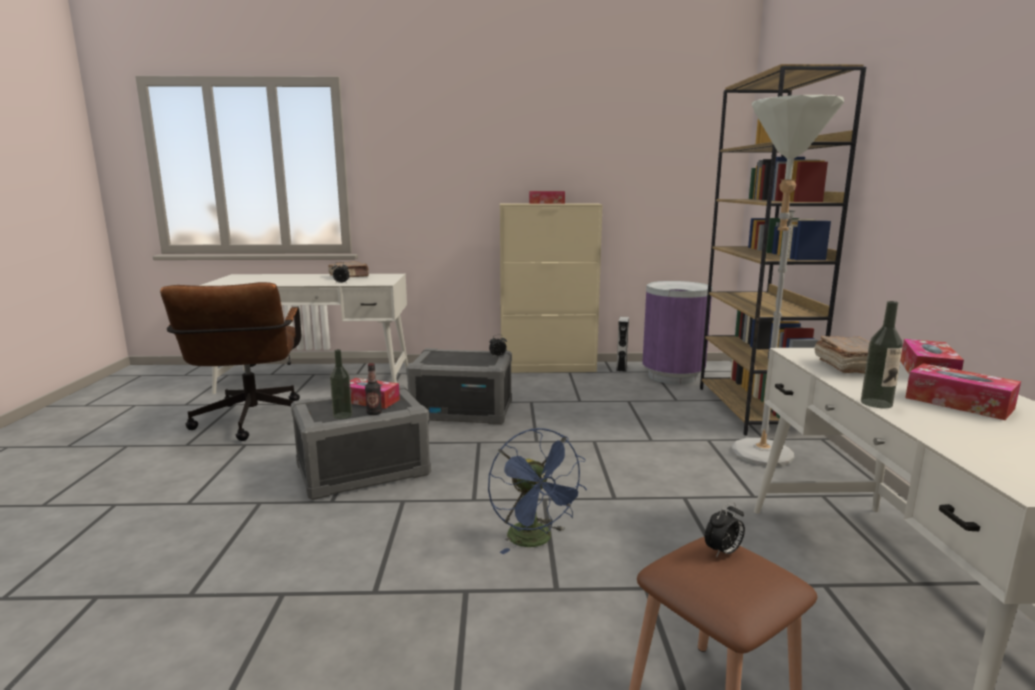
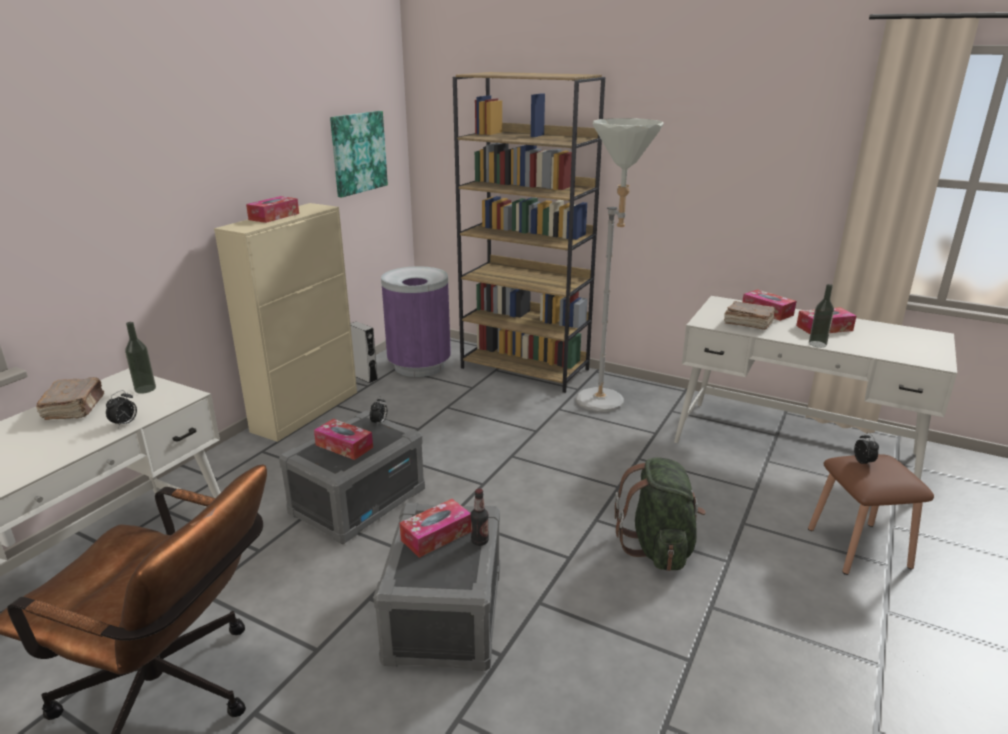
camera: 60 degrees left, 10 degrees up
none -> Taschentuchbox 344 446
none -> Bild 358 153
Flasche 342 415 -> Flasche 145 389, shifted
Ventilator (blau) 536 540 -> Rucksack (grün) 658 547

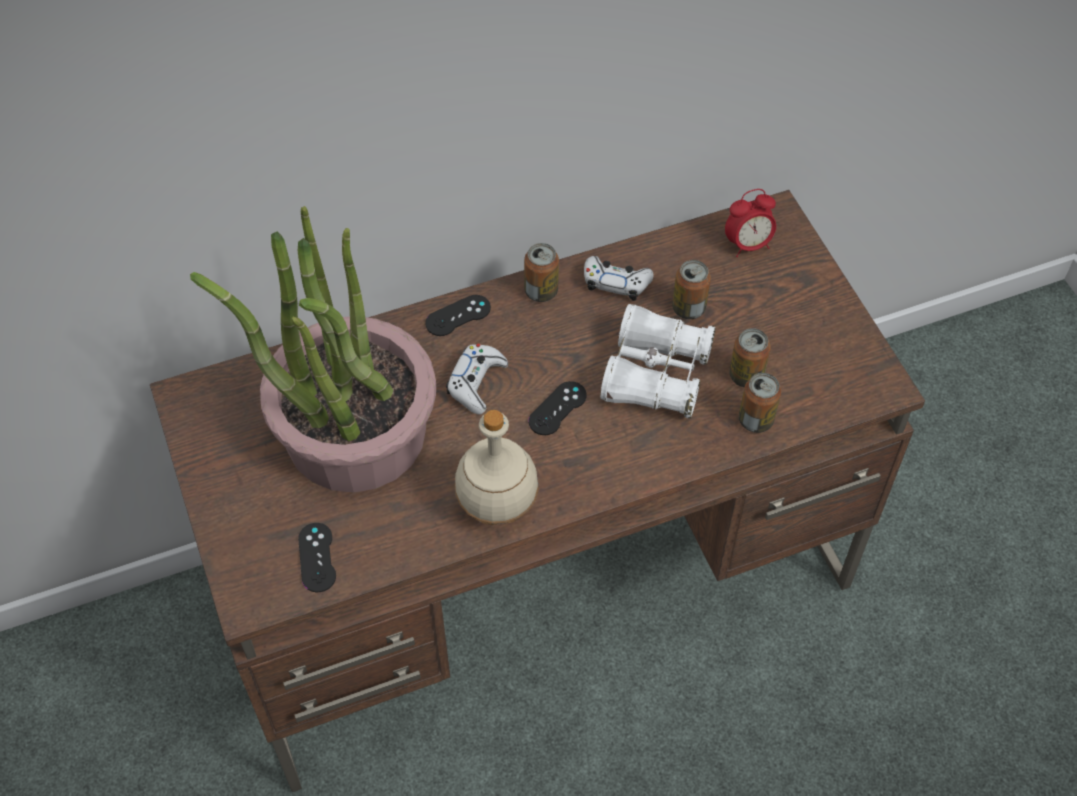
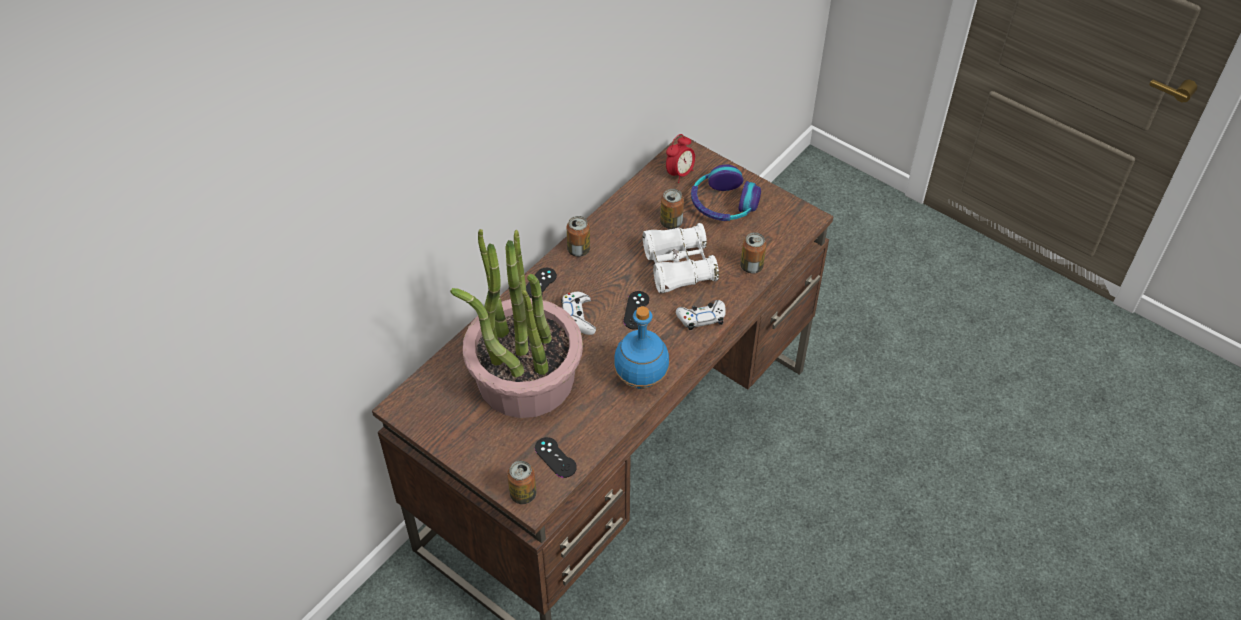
camera: 30 degrees left, 5 degrees down
none -> Kopfhörer 723 203
Gamepad (weiß) 616 282 -> Gamepad (weiß) 701 318, shifted
Dose 746 376 -> Dose 523 494, shifted
Flasche (beige) 497 508 -> Flasche (blau) 641 380

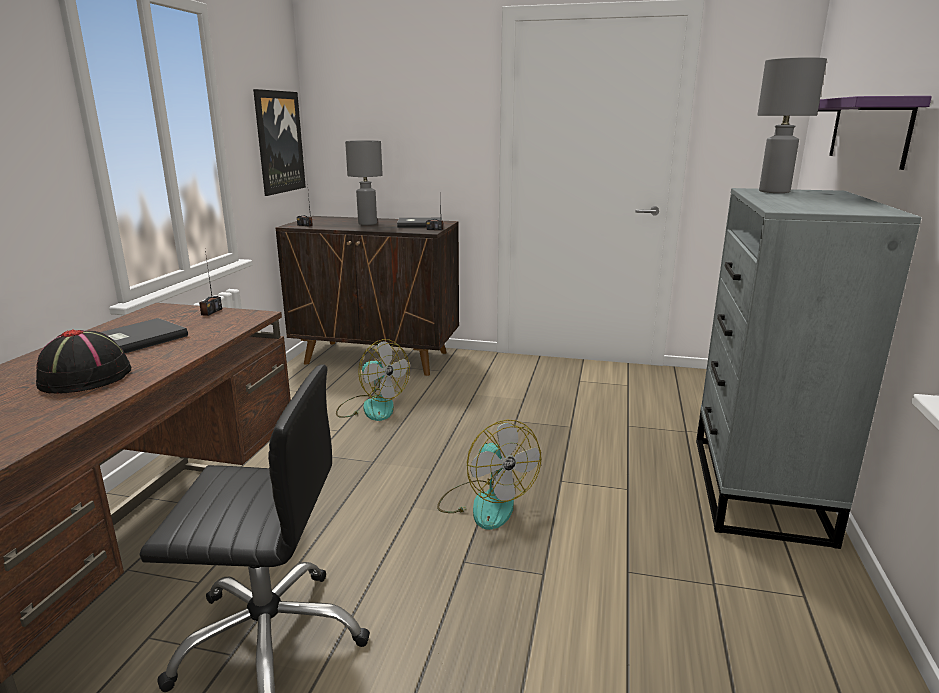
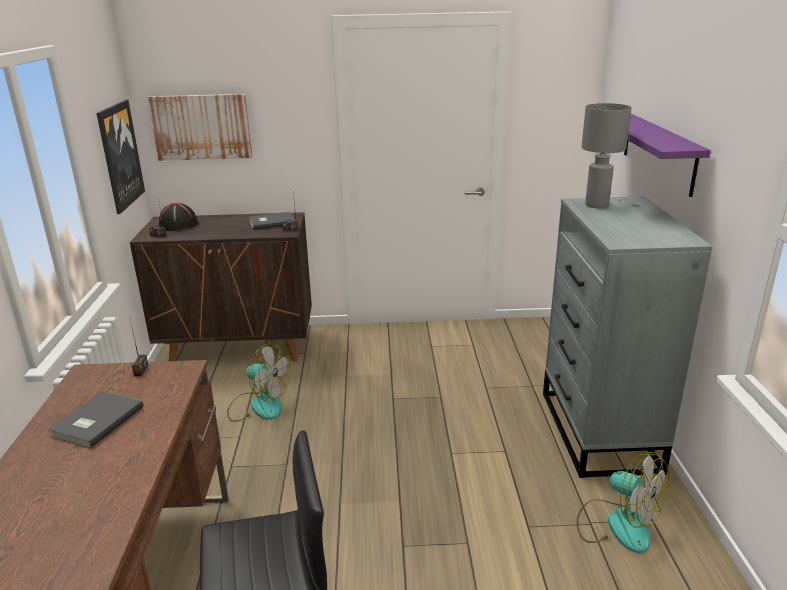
camera: 15 degrees left, 5 degrees up
Tischlampe (grau) 367 224 -> none
none -> Bild 201 127
Hut (schwarz) 86 377 -> Hut (schwarz) 179 225, shifted
Ventilator 485 503 -> Ventilator 617 524, shifted

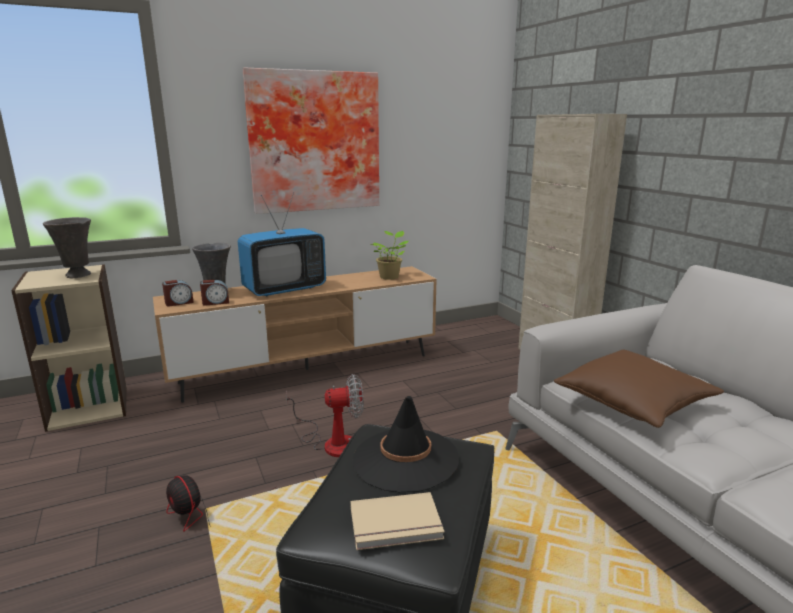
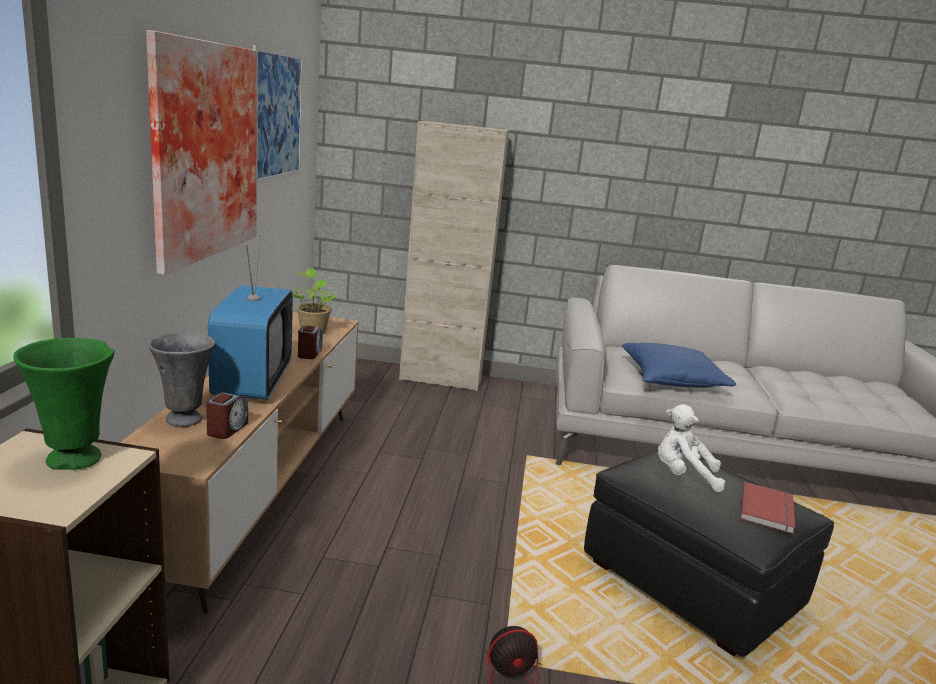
camera: 60 degrees left, 0 degrees up
Ventilator 332 442 -> none
none -> Bild 277 116
Wecker 179 303 -> Wecker 309 353, shifted
Hut (schwarz) 405 459 -> Plüschtier (weiß) 683 476
Vase (grau) 77 276 -> Vase (grün) 75 460
Buch (beige) 396 525 -> Buch (rot) 768 510
Kissen (braun) 634 403 -> Kissen (blau) 672 380

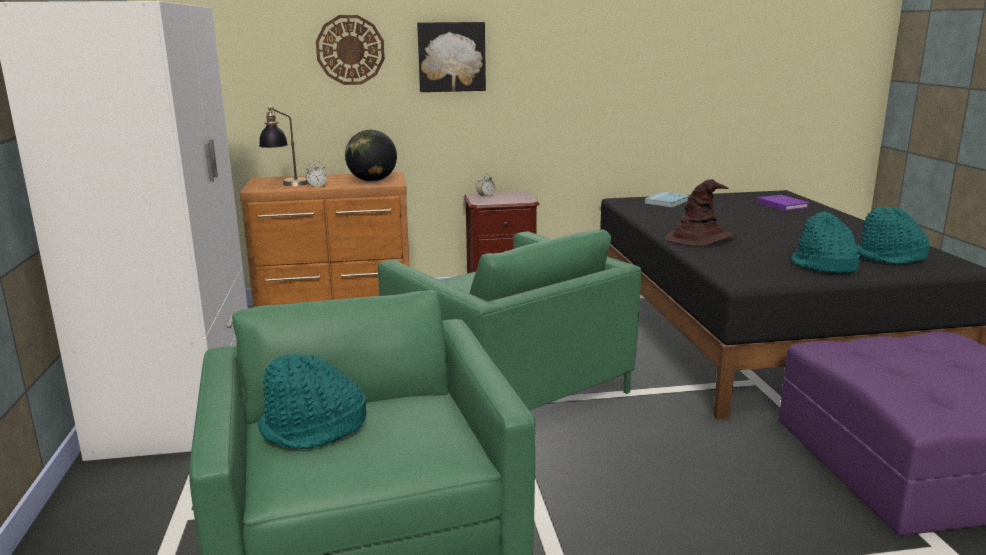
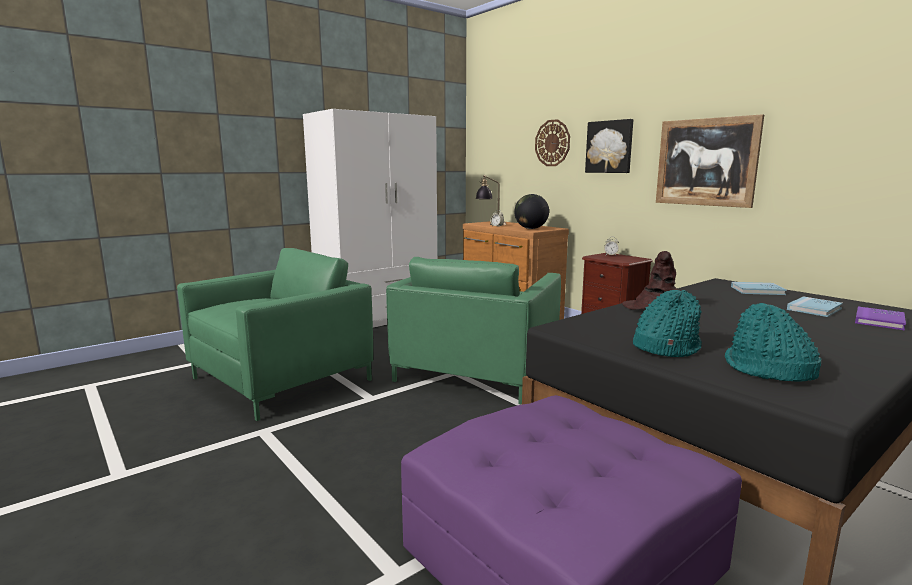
camera: 60 degrees right, 5 degrees down
Hut (türkis) 313 429 -> none
none -> Bild 706 162
none -> Buch (blau) 814 309

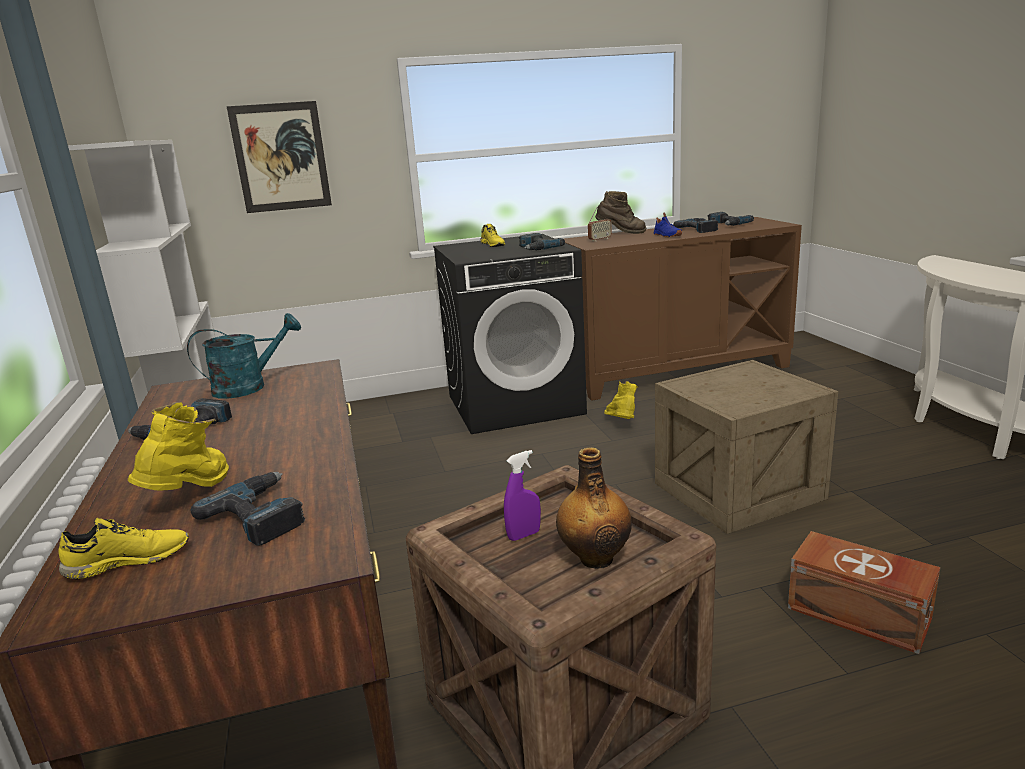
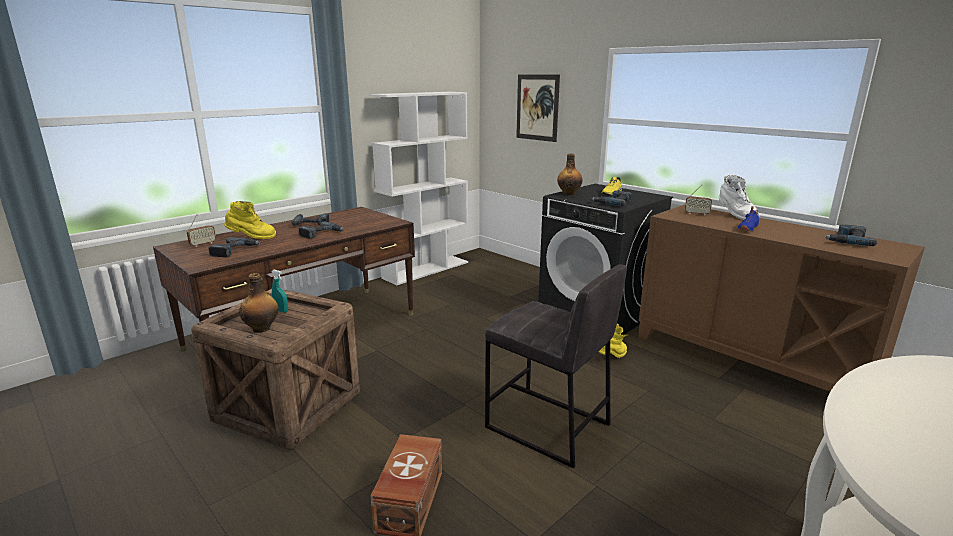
camera: 60 degrees right, 0 degrees up
Gießkanne (türkis) 249 387 -> none
none -> Flasche 569 194
Bohrmaschine 700 229 -> Bohrmaschine 322 234, shifted
Schuh (gelb) 129 560 -> Radio 203 244
Kiste 739 490 -> Hocker (grau) 548 427
Sprühflasche (lila) 524 535 -> Sprühflasche (türkis) 281 311
Stiefel (braun) 621 233 -> Stiefel (weiß) 735 215

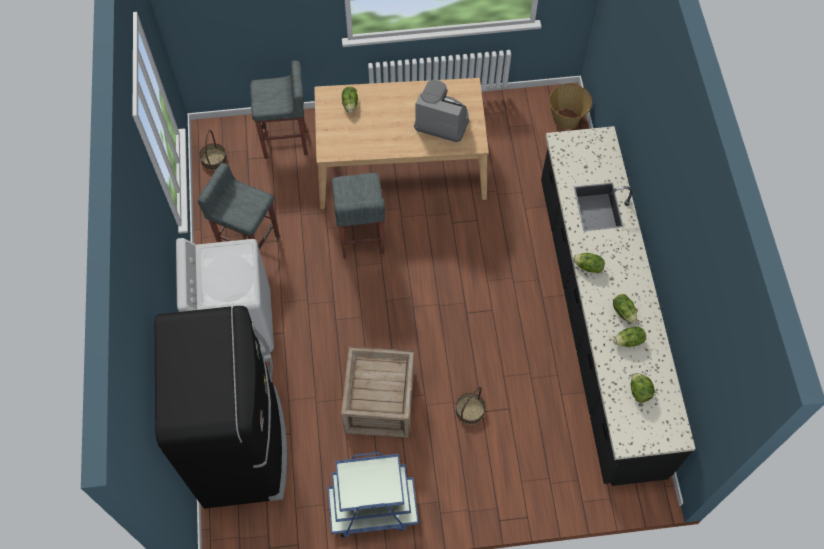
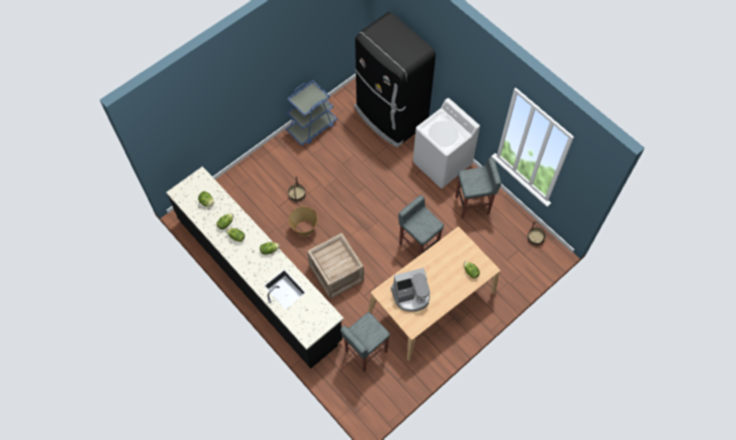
camera: 145 degrees right, 0 degrees up
Hocker (grau) 286 141 -> Hocker (grau) 365 351, shifted
Kiste 379 403 -> Kiste 336 272, shifted
Korb 566 118 -> Korb 304 228, shifted

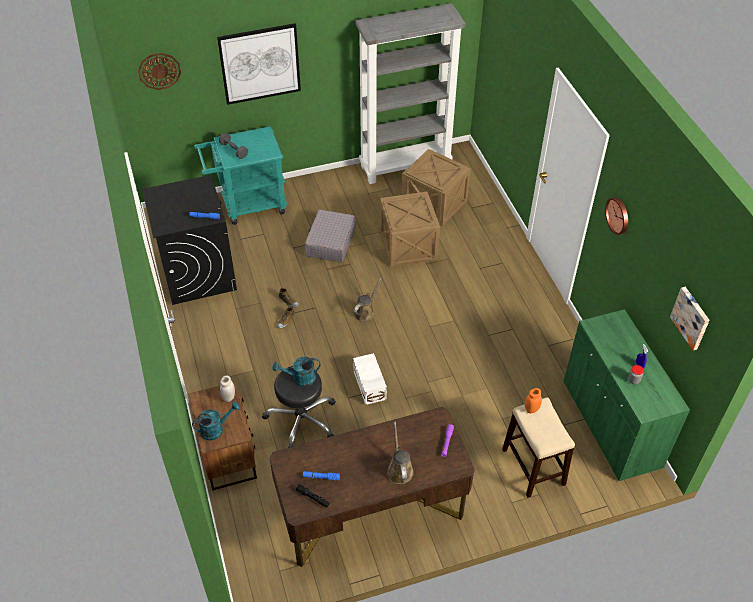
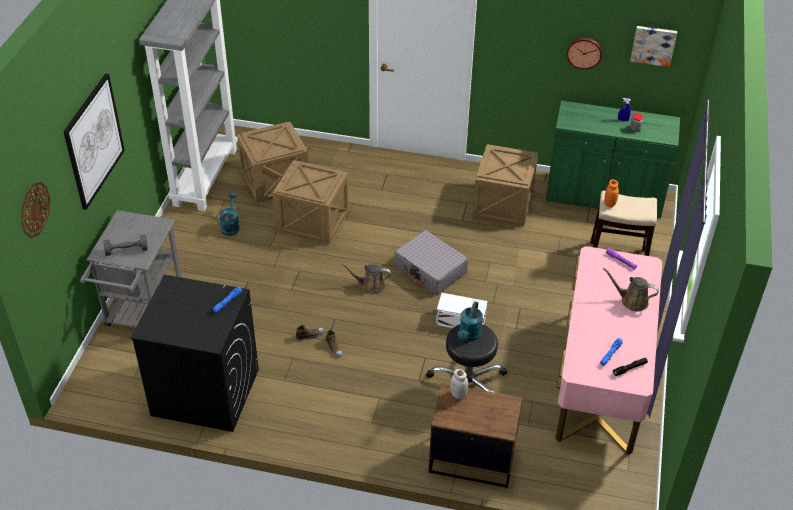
camera: 60 degrees left, 5 degrees down
none -> Kiste 503 204
Gießkanne (türkis) 216 429 -> Gießkanne (türkis) 230 226, shifted
Koffer (grau) 330 242 -> Koffer (grau) 430 270, shifted
Wanduhr 618 215 -> Wanduhr 584 52, shifted
Rollwagen (türkis) 247 205 -> Rollwagen (grau) 142 313
Schreibtisch (braun) 371 511 -> Schreibtisch (rosa) 600 379
Gießkanne (braun) 365 312 -> Gießkanne (braun) 370 286, 60 degrees counterclockwise

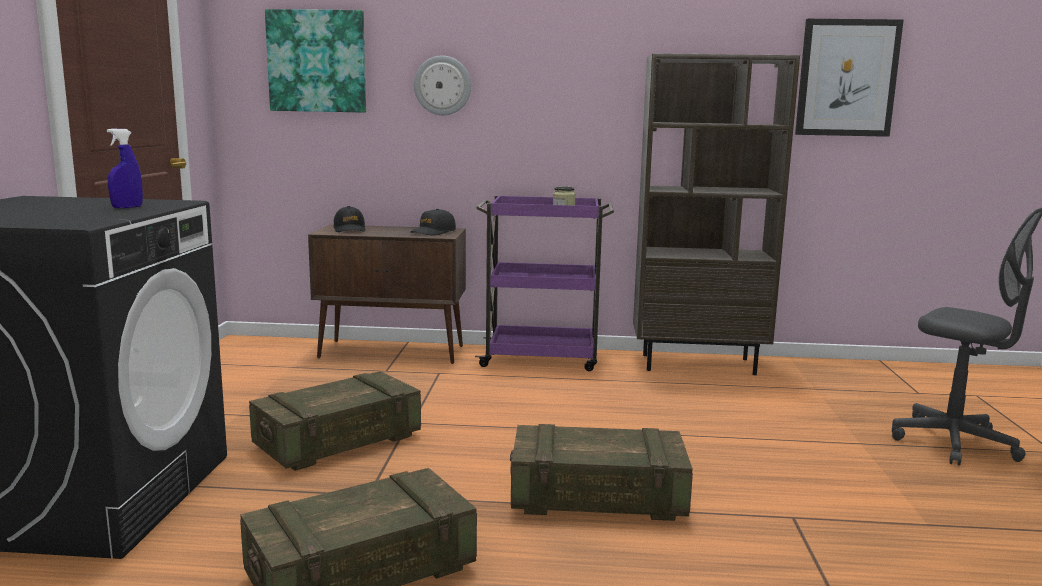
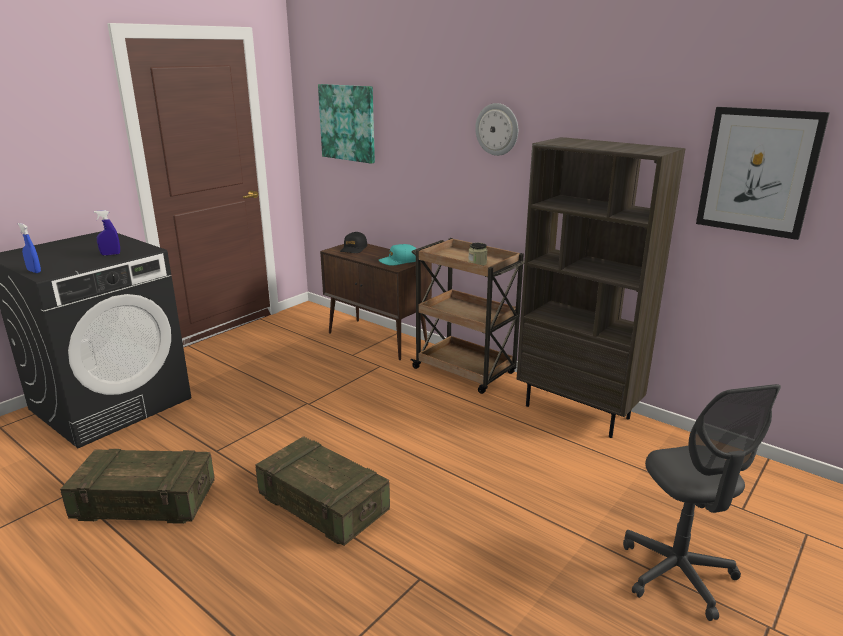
camera: 35 degrees right, 10 degrees up
Kiste 338 442 -> none
none -> Sprühflasche (blau) 34 271
Wanduhr 442 85 -> Wanduhr 497 129, shifted
Kappe (schwarz) 433 232 -> Kappe (türkis) 399 261
Rollwagen (lila) 542 358 -> Rollwagen (braun) 465 371

